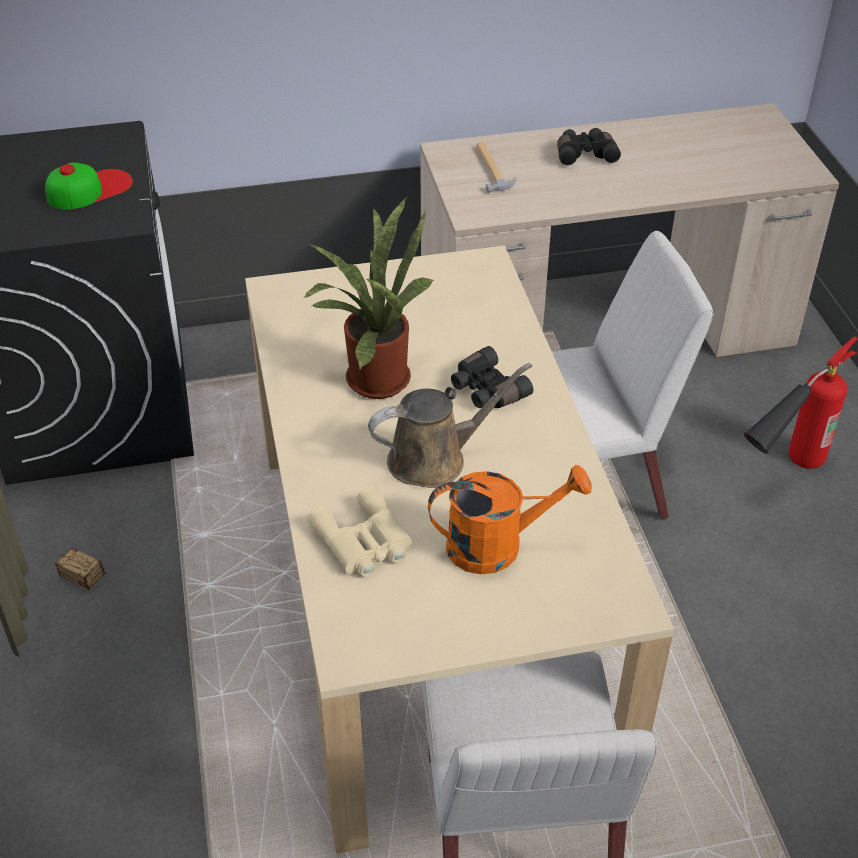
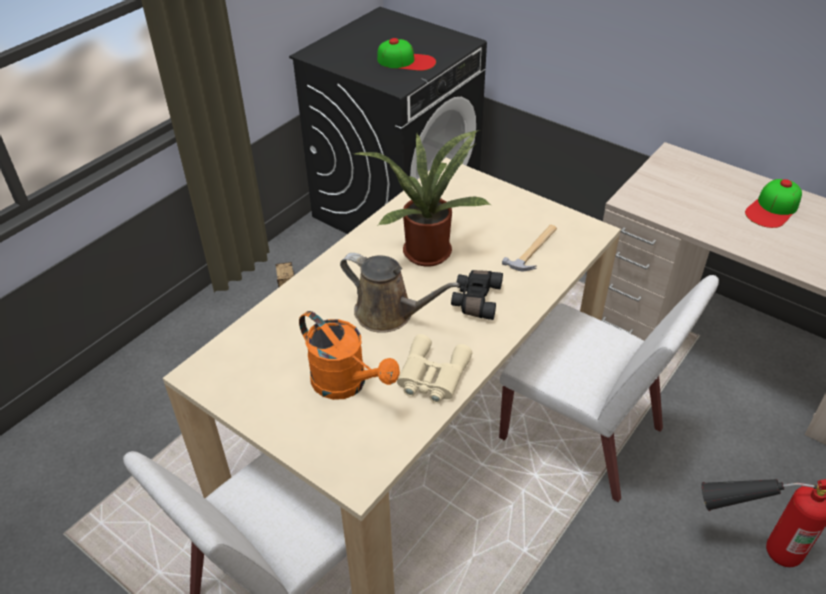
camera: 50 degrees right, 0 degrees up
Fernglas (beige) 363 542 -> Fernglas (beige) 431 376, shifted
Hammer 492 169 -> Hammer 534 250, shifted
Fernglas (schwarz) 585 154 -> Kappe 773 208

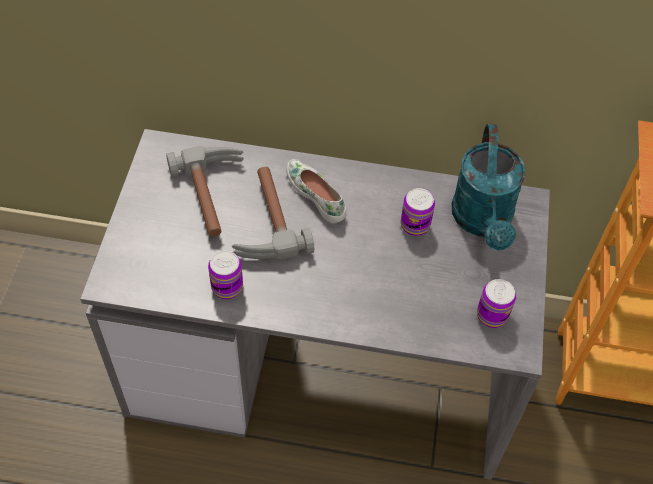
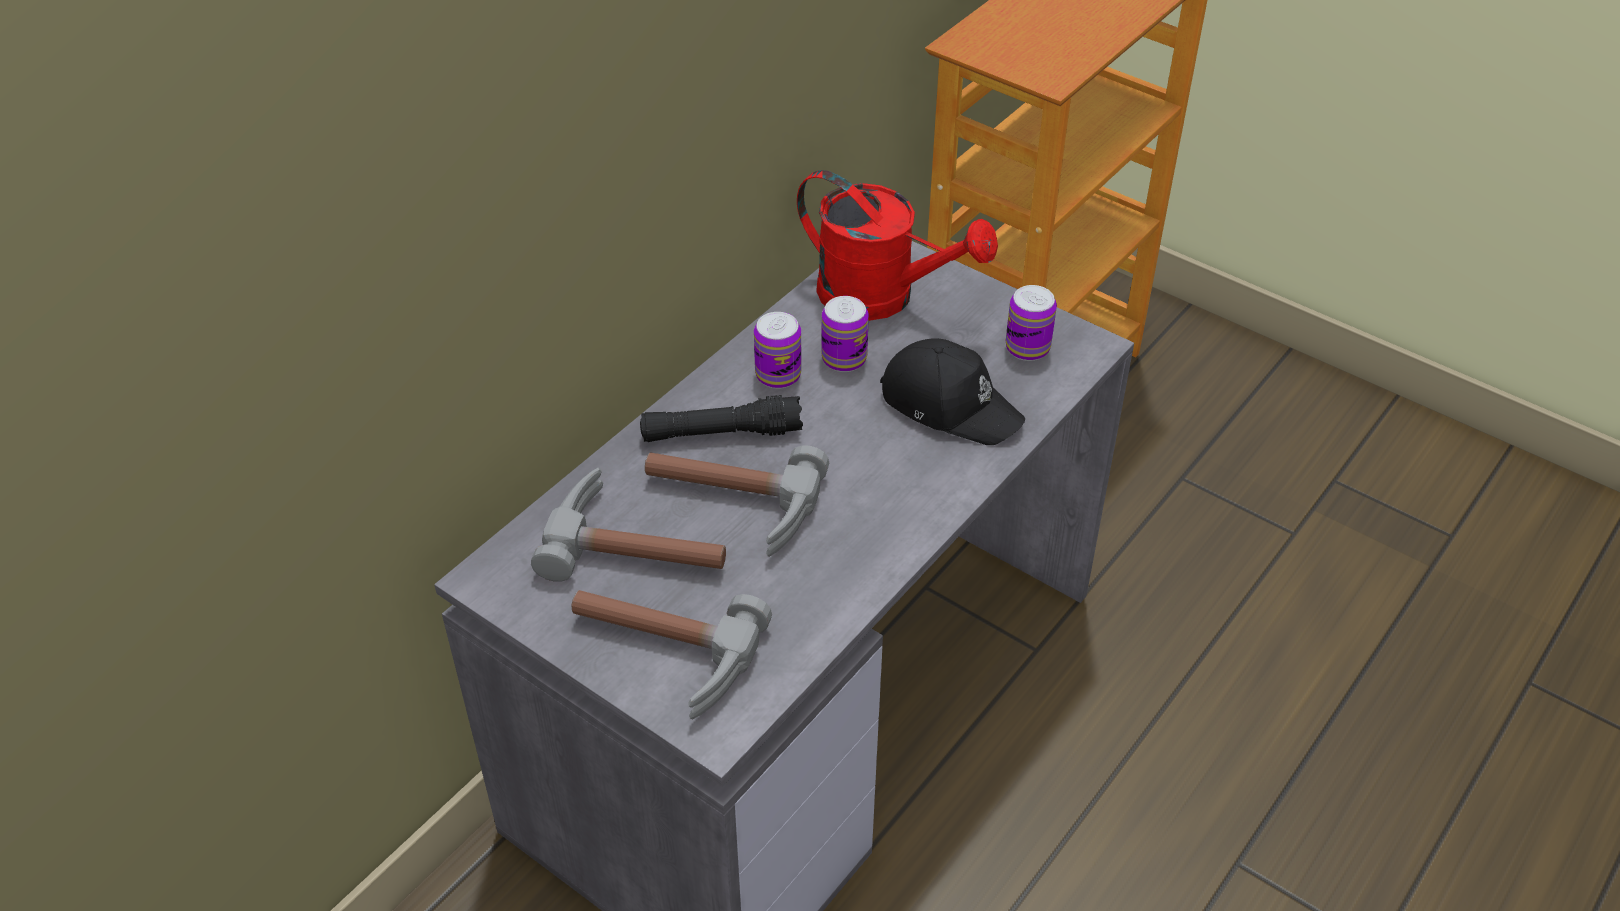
camera: 60 degrees left, 10 degrees down
none -> Hammer 658 656
none -> Kappe (schwarz) 950 404
Dose 227 287 -> Dose 778 375, shifted
Schuh (weiß) 316 194 -> Taschenlampe (schwarz) 721 433
Gießkanne (türkis) 483 221 -> Gießkanne (rot) 882 297

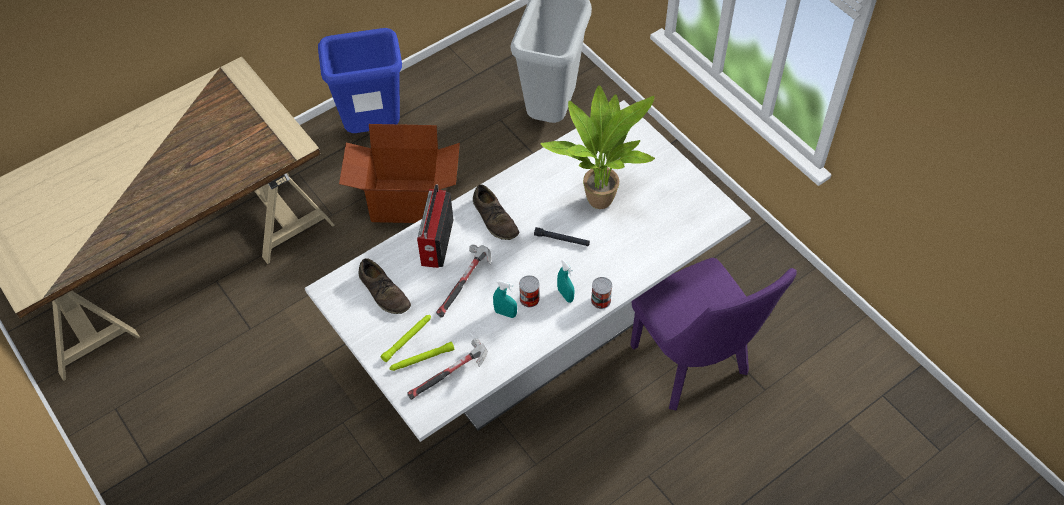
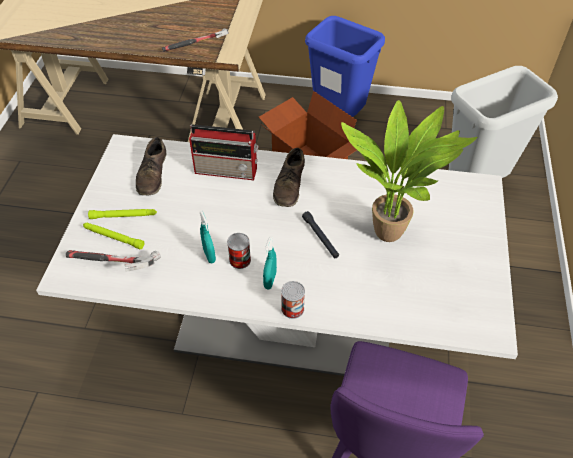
camera: 45 degrees right, 5 degrees down
Hammer 465 284 -> Hammer 199 47, shifted
Radio 436 243 -> Radio 227 170, 135 degrees counterclockwise

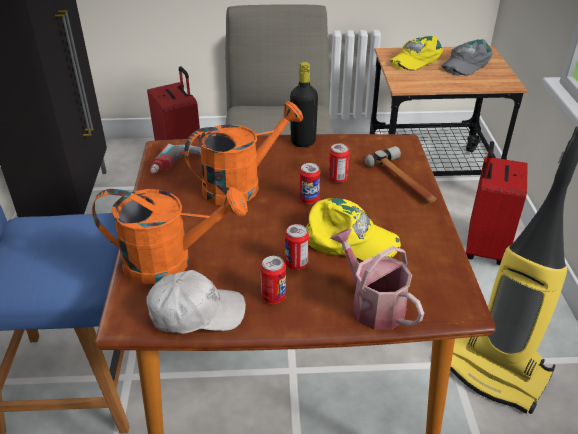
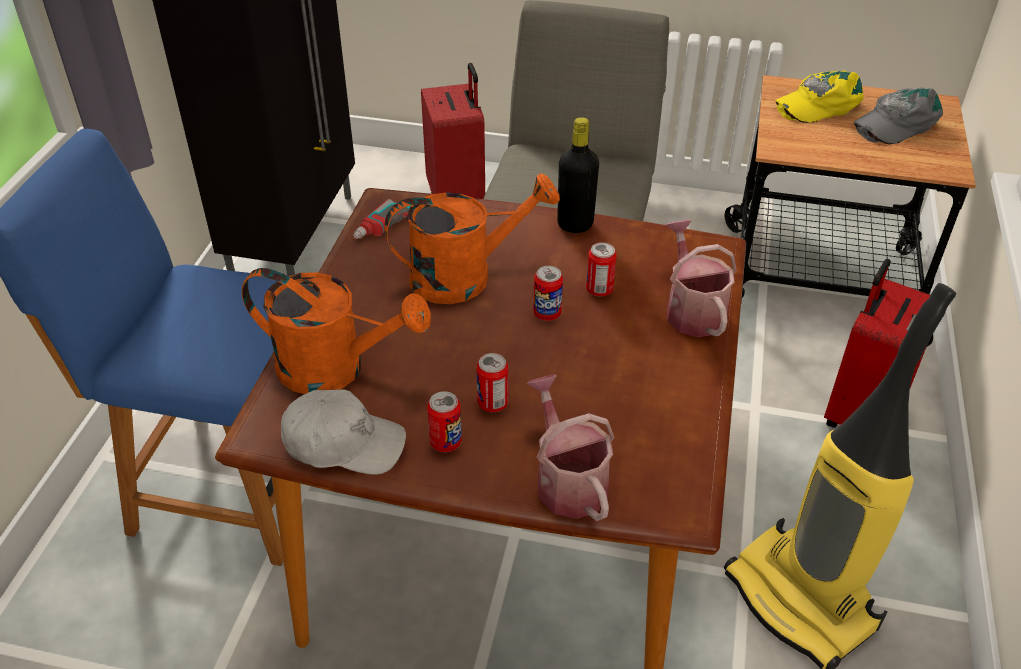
camera: 15 degrees right, 5 degrees up
Kappe (gelb) 348 240 -> none
Hammer 404 180 -> Gießkanne 692 309

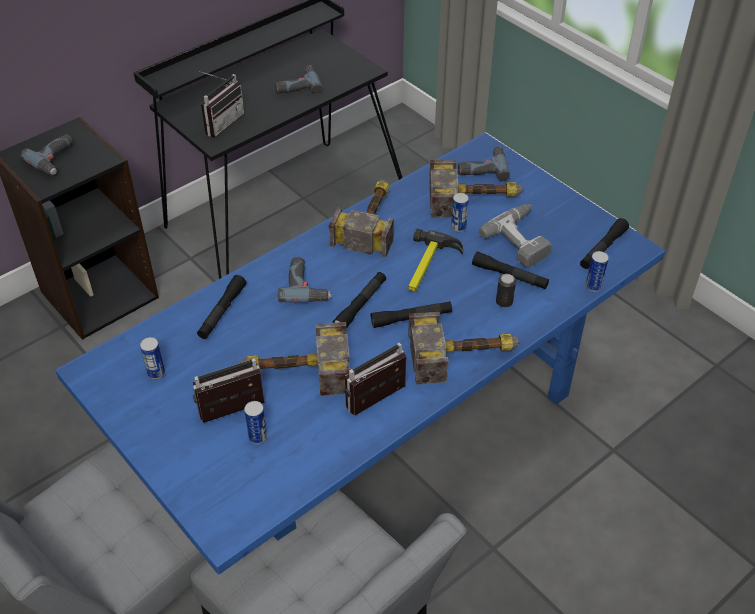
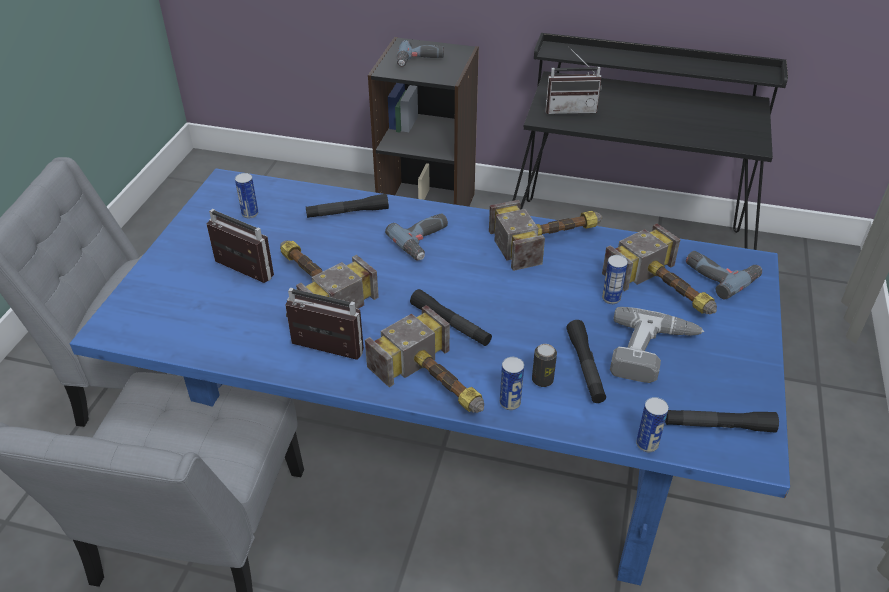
camera: 55 degrees right, 5 degrees down
Bohrmaschine 296 85 -> none
Taschenlampe (schwarz) 360 305 -> none
Hammer 428 267 -> none
Dose 258 437 -> Dose 510 403, shifted

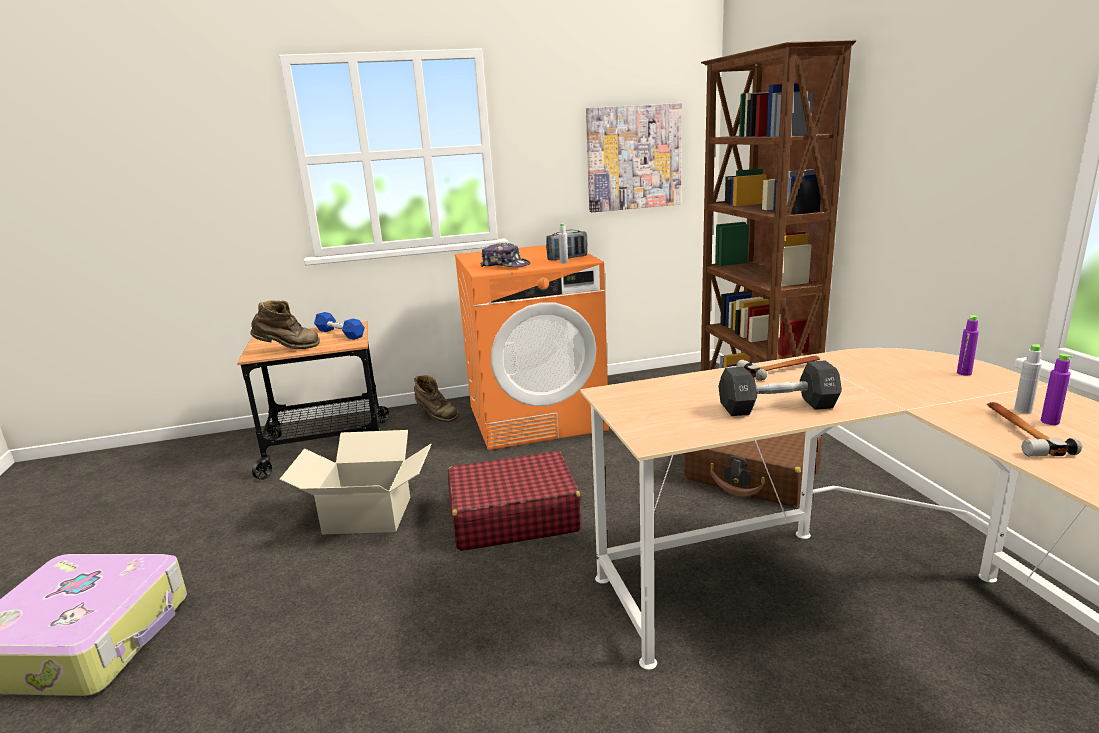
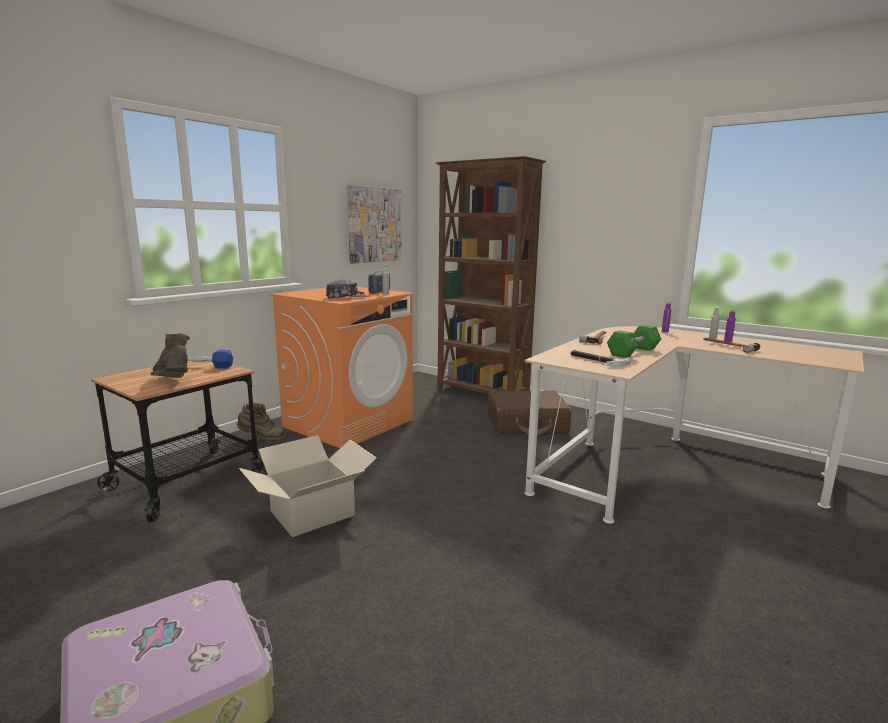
camera: 40 degrees left, 5 degrees down
Koffer (rot) 513 517 -> none
none -> Hammer 597 360
Hantel (schwarz) 777 407 -> Hantel (grün) 633 352
Stiefel (braun) 288 349 -> Stiefel (braun) 173 382, 75 degrees counterclockwise

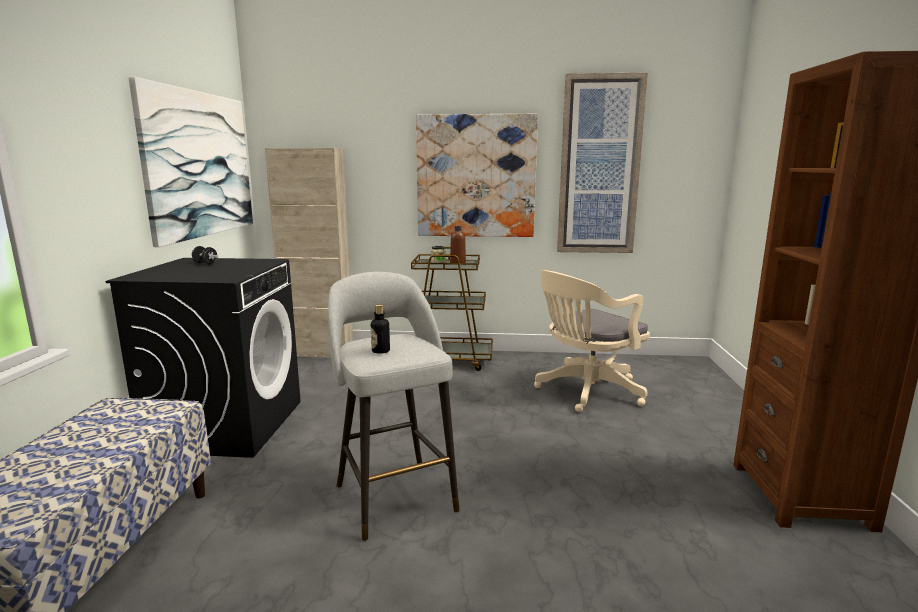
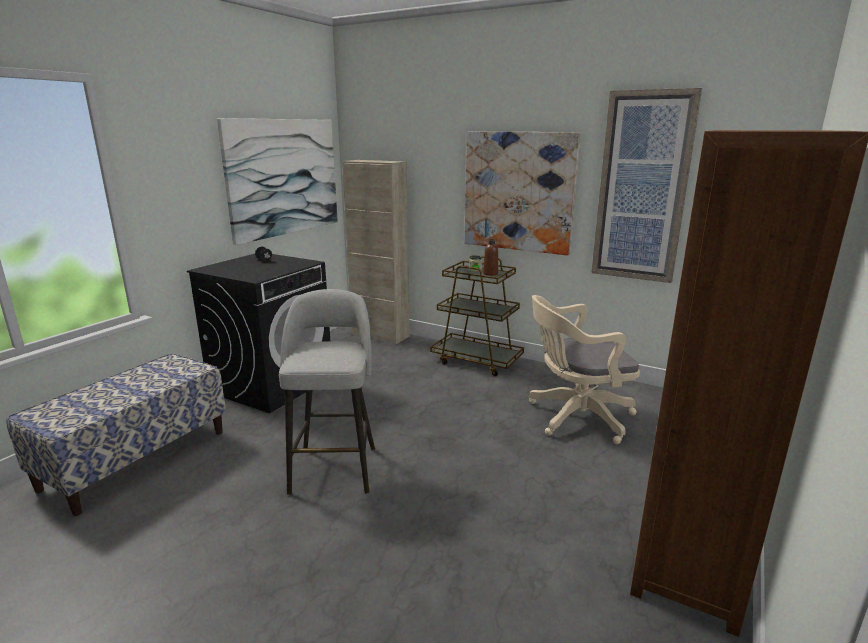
camera: 25 degrees right, 5 degrees up
Flasche 380 351 -> none

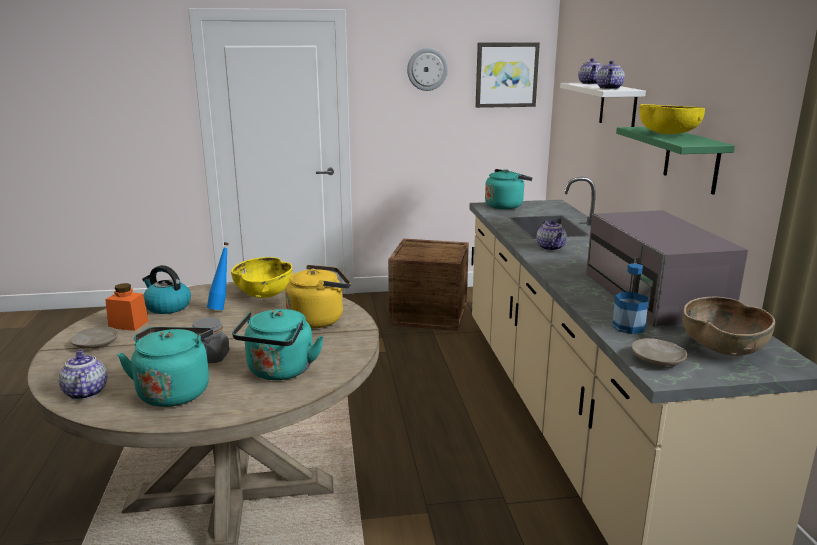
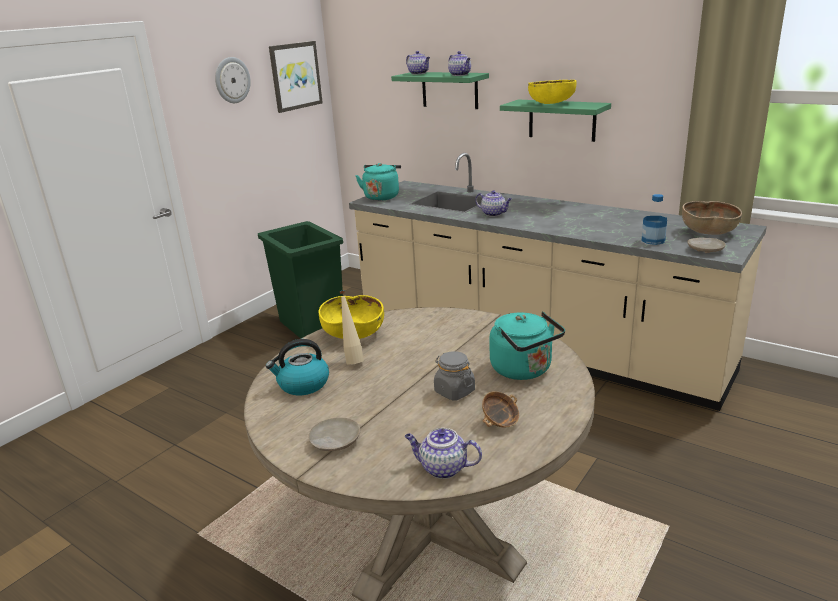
camera: 45 degrees left, 5 degrees up
Vorratsglas (orange) 128 324 -> none
Wasserkessel (gelb) 319 319 -> none
Mikrowelle (grau) 655 296 -> none
Wasserkessel (türkis) 175 391 -> Schüssel 500 423
Kiste 429 314 -> Mülleimer (grün) 312 324
Flasche (blau) 222 308 -> Flasche (beige) 352 360
Wandregal (weiß) 618 106 -> Wandregal (grün) 449 90

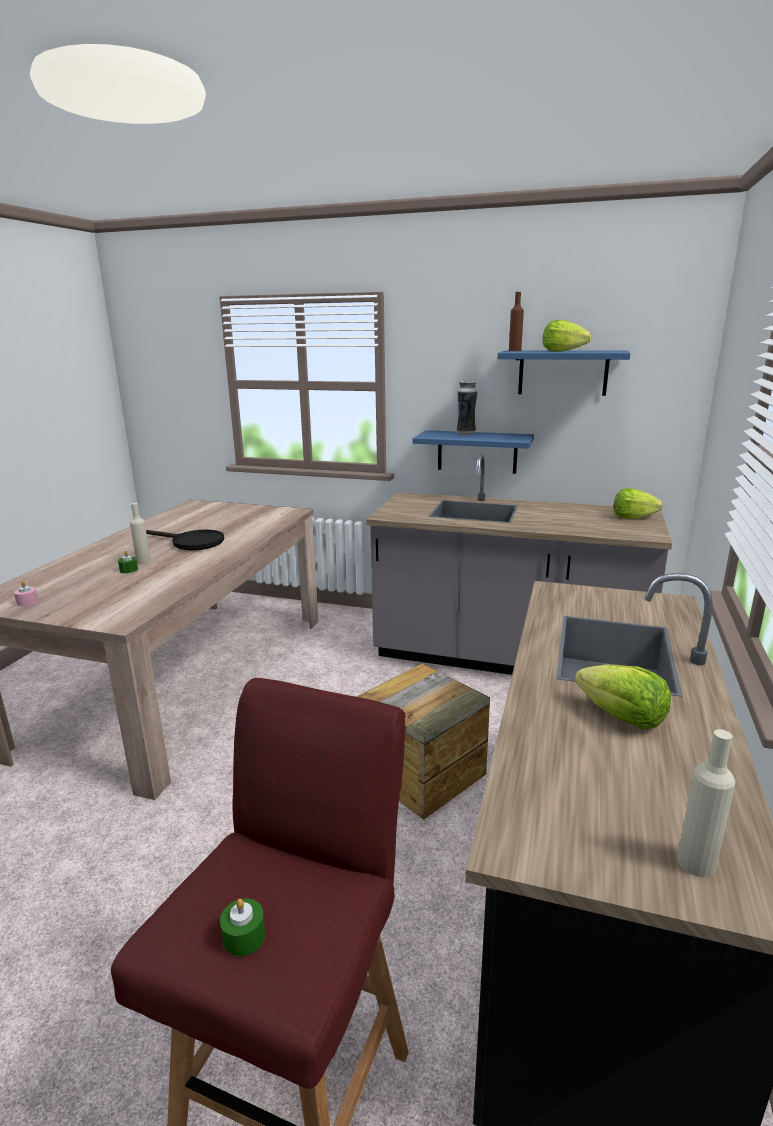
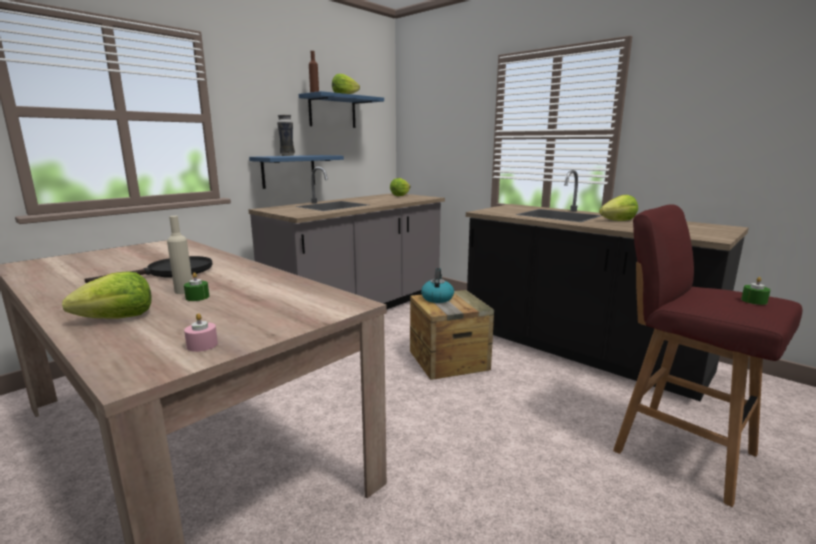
camera: 65 degrees left, 5 degrees down
Flasche (beige) 696 863 -> none
none -> Salatkopf 117 318
none -> Wasserkessel 437 298

